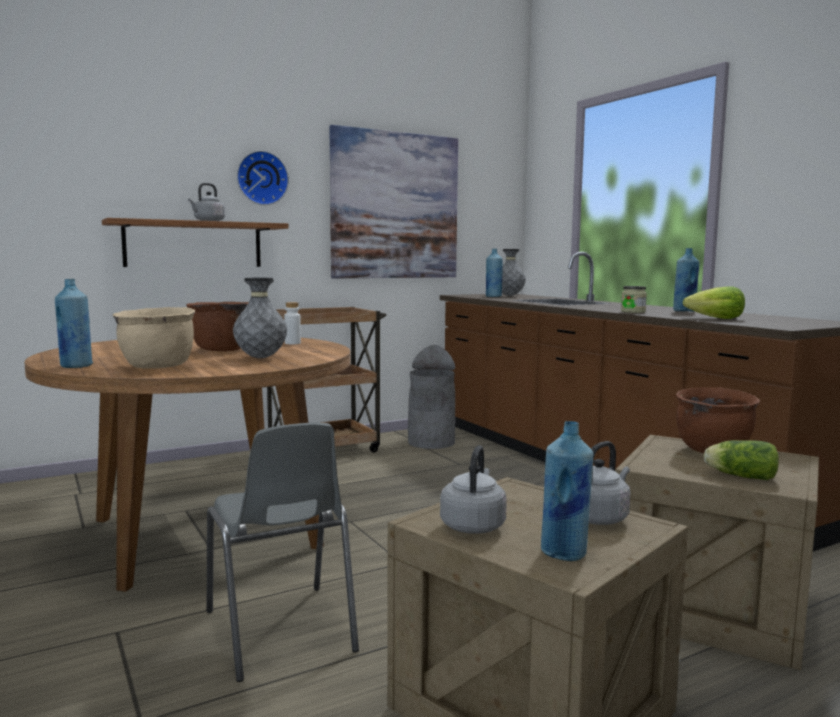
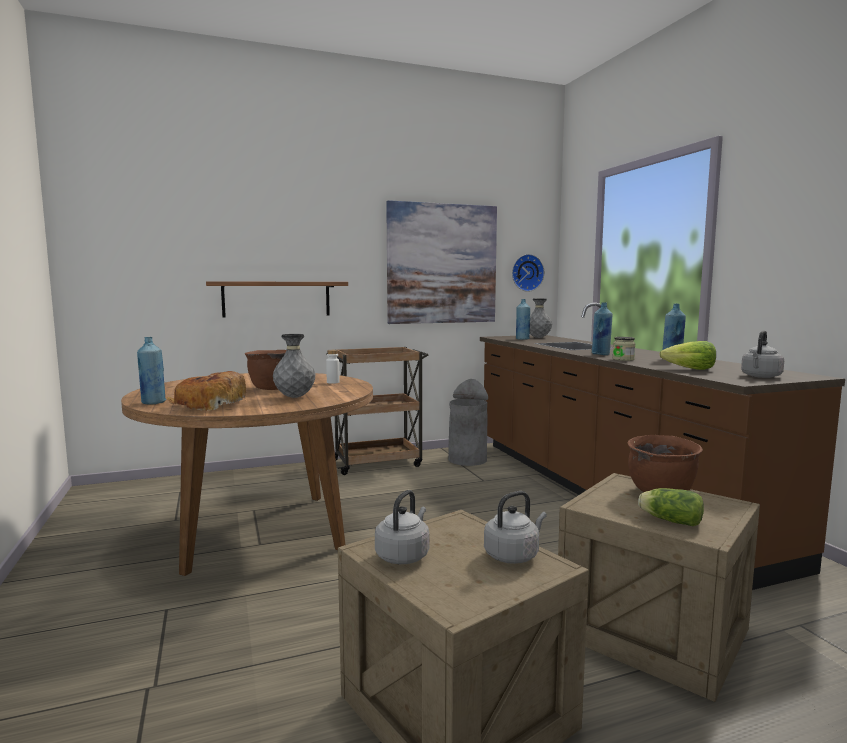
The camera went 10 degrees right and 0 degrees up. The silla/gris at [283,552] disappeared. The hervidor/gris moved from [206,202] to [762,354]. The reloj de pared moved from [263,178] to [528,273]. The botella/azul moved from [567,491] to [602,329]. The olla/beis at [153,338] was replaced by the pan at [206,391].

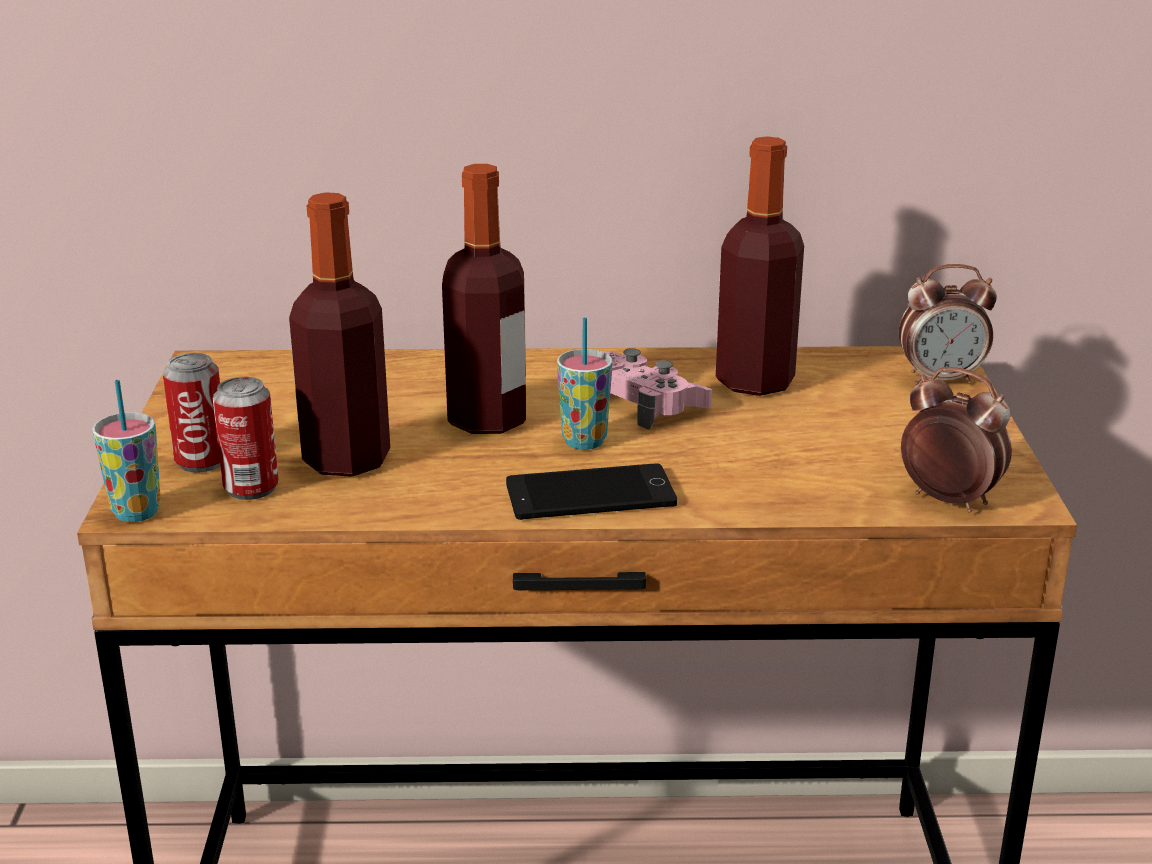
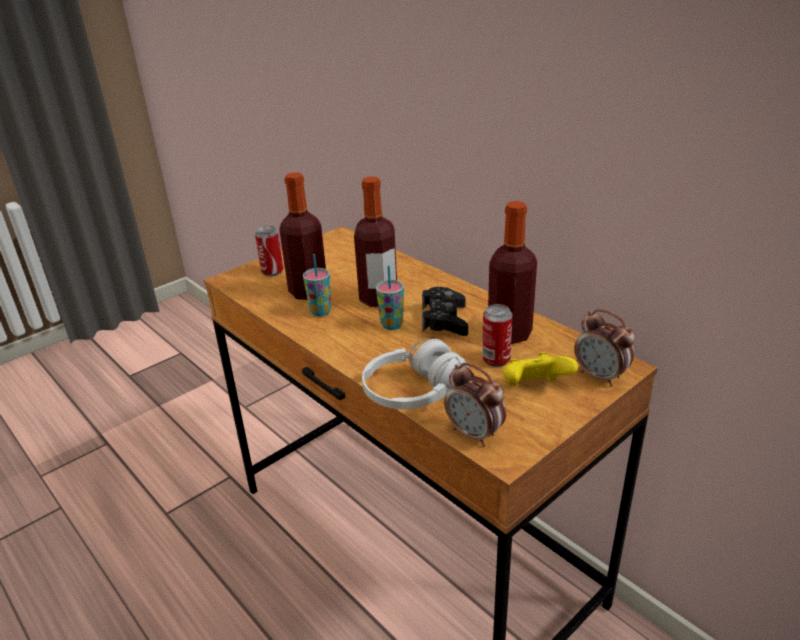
The camera went 50 degrees right and 5 degrees up. The móvil at [591,491] disappeared. The auriculares/blanco at [415,374] appeared. The mando de consola/amarillo at [540,369] appeared. The taza moved from [126,451] to [317,285]. The lata moved from [246,438] to [497,335]. The mando de consola/rosa at [657,389] became the mando de consola/negro at [445,311]. The despertador at [956,439] turned 135 degrees clockwise.

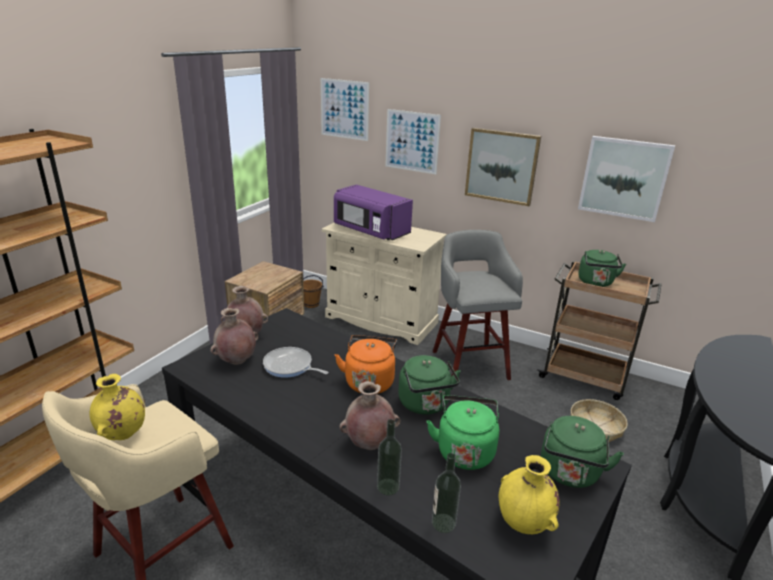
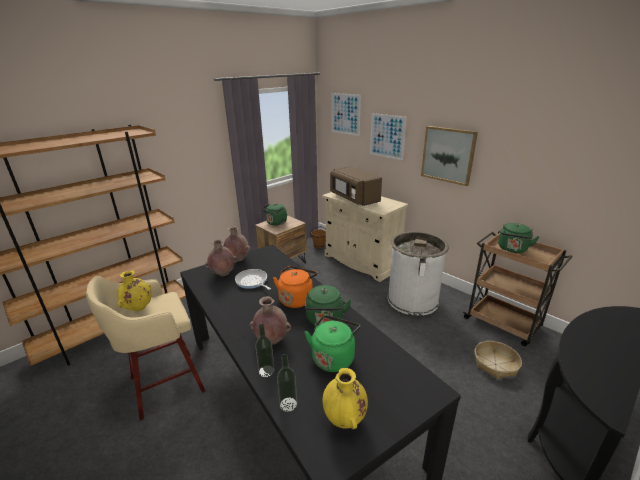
The camera went 20 degrees right and 0 degrees up. The cuadro at [626,179] disappeared. The hervidor/verde moved from [582,452] to [274,214]. The taburete/gris at [478,305] was replaced by the papelera/blanco at [418,273]. The microondas/morado at [373,212] became the microondas/marrón at [356,186].

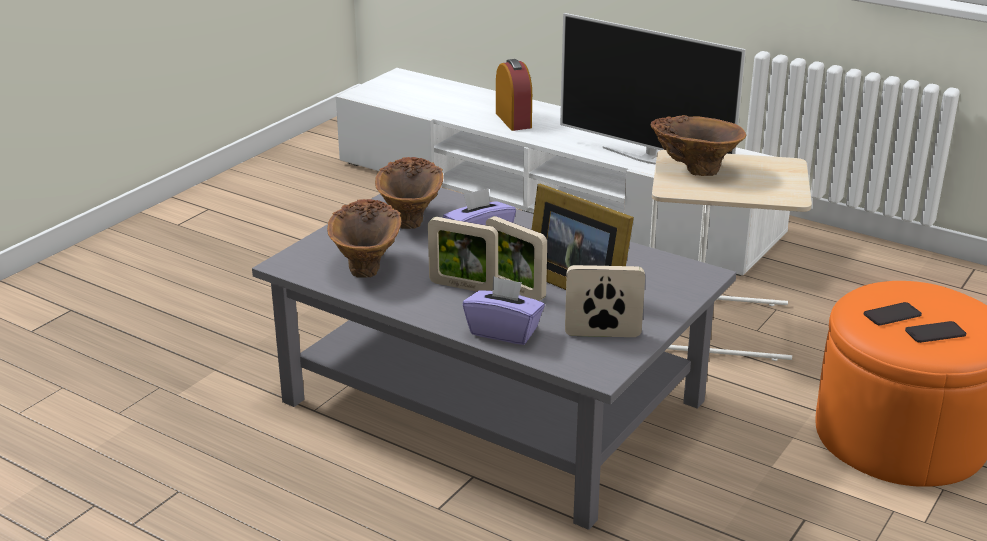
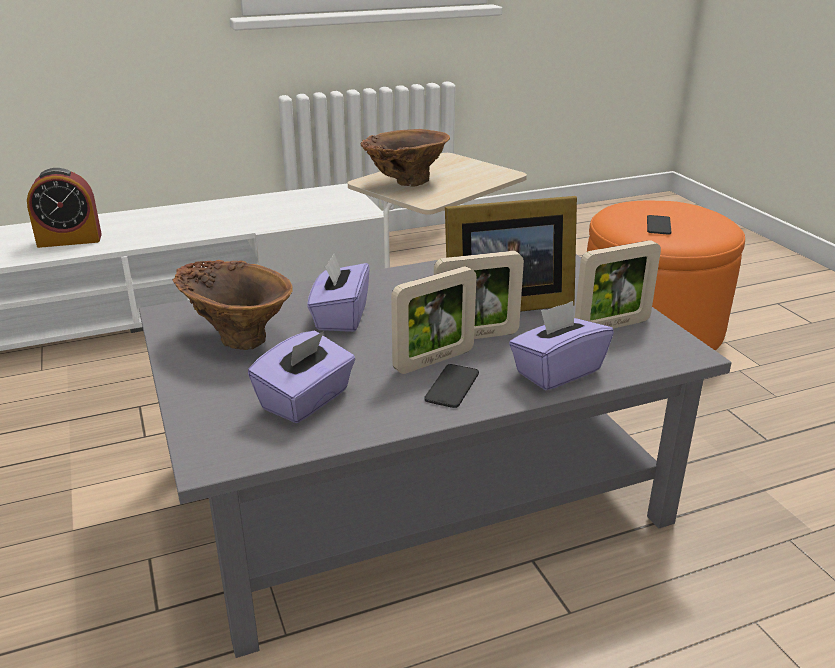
The camera went 55 degrees left and 0 degrees up. The televisor at [653,89] disappeared. The móvil moved from [935,332] to [451,386]. The florero/marrón at [364,238] was replaced by the caja de pañuelos/morado at [301,376]. The despertador at [514,95] turned 150 degrees clockwise. The portarretratos at [605,301] turned 150 degrees counterclockwise.

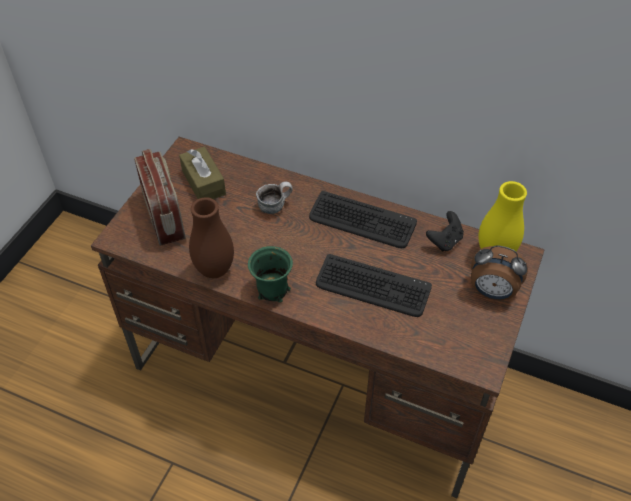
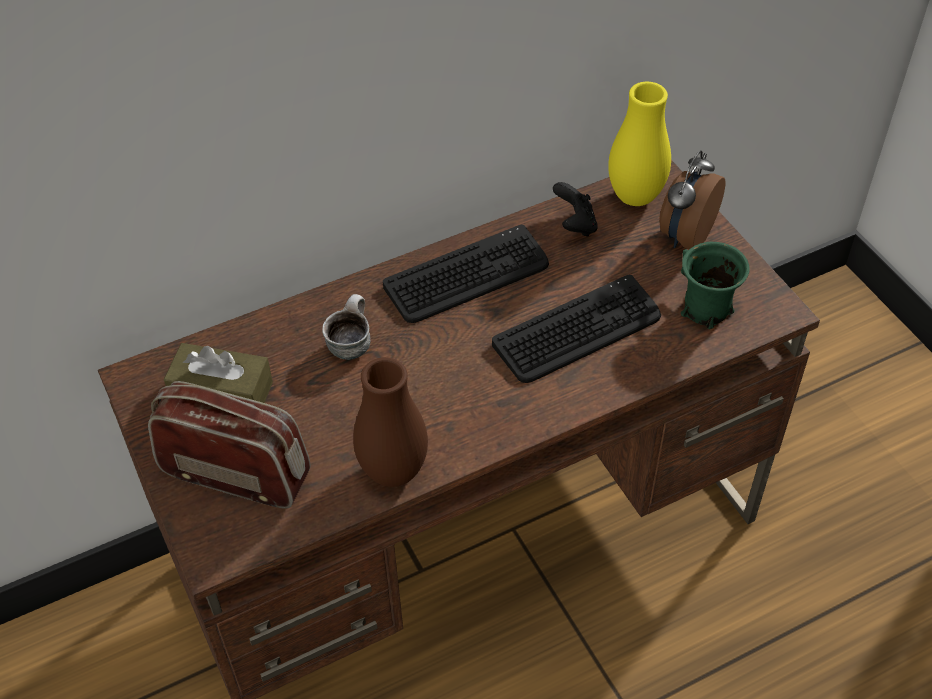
The camera went 50 degrees left and 0 degrees up. The taza grande/verde moved from [270,274] to [715,285]. The despertador at [499,272] turned 150 degrees clockwise.

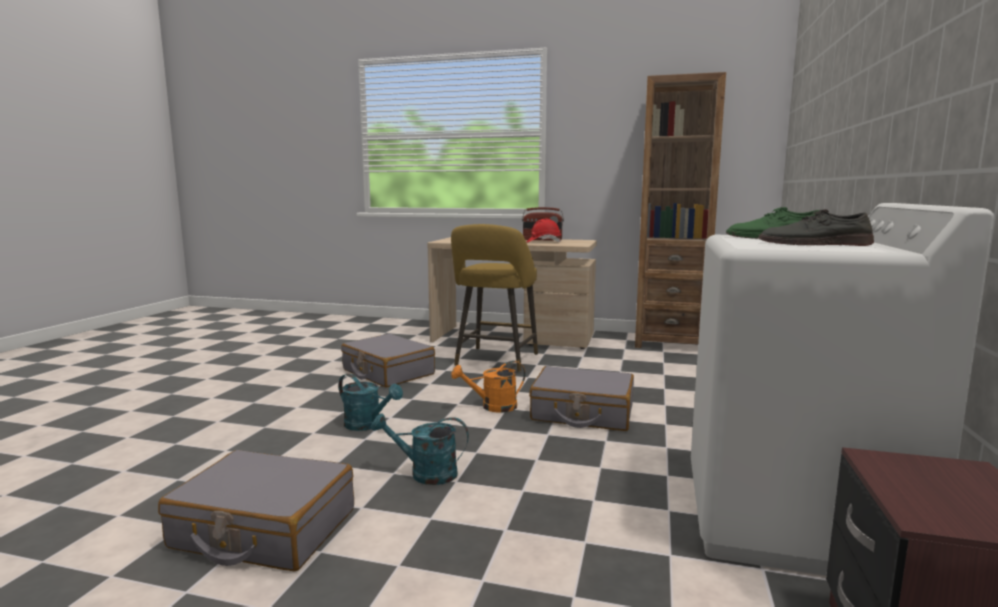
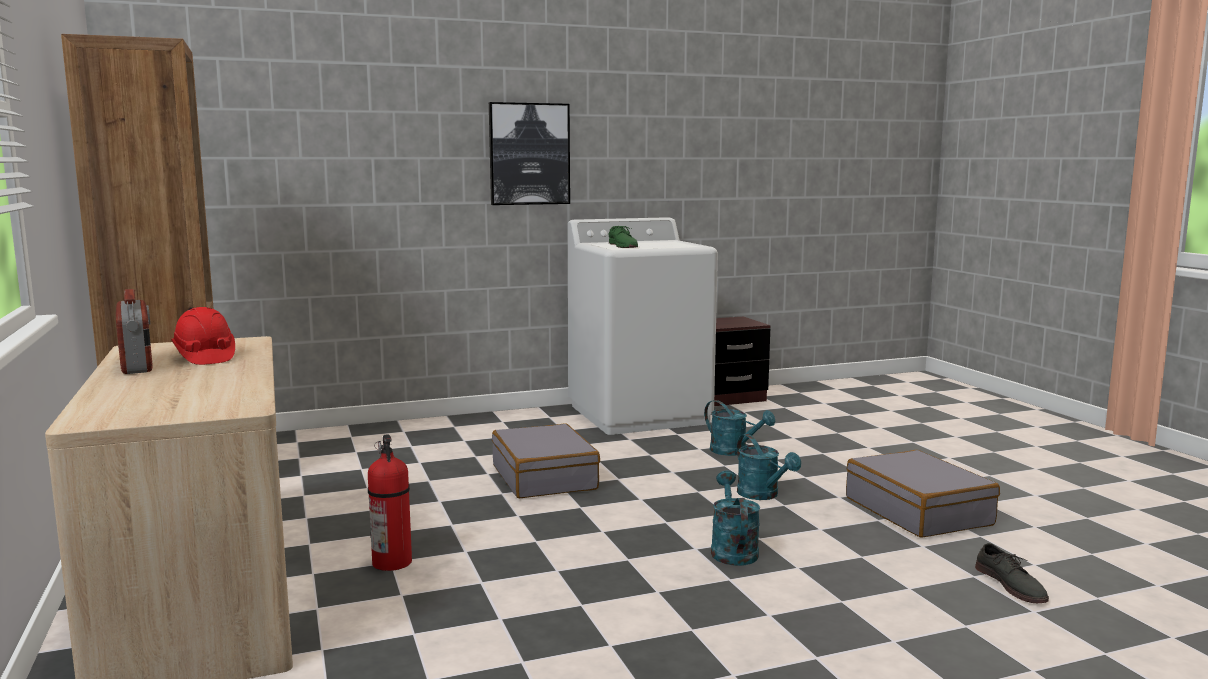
The camera went 125 degrees left and 0 degrees up. The maleta/gris at [388,361] disappeared. The regadera/naranja at [488,387] disappeared. The cuadro at [529,153] appeared. The regadera/turquesa at [739,428] appeared. The zapato/gris moved from [816,227] to [1012,573]. The taburete/amarillo at [494,298] was replaced by the extintor at [390,502].

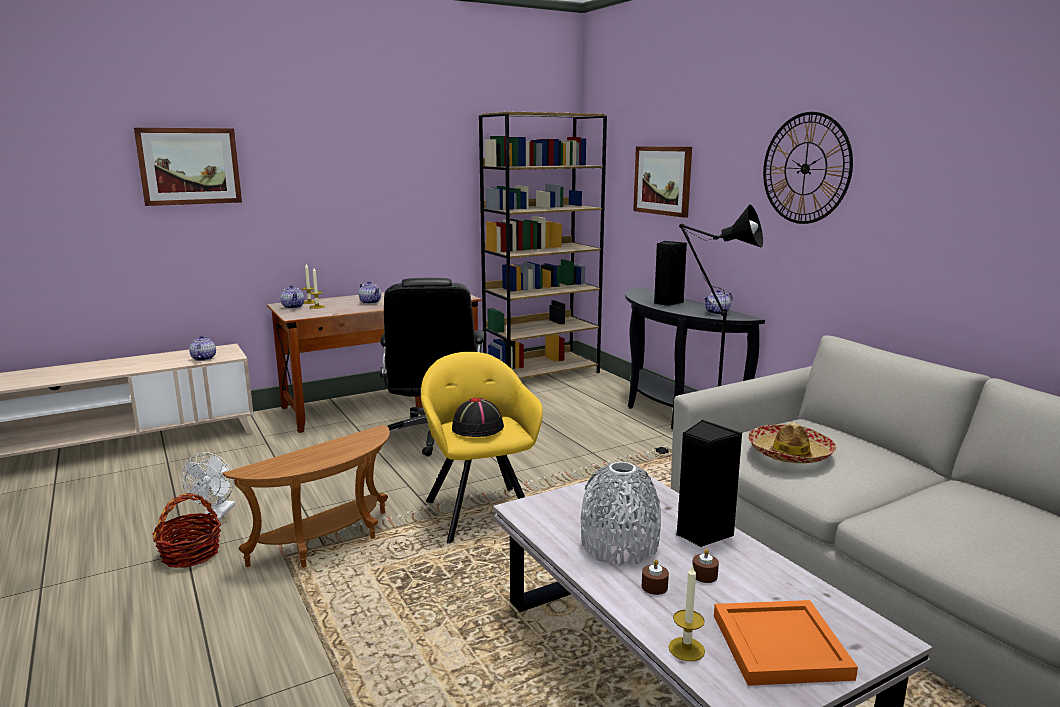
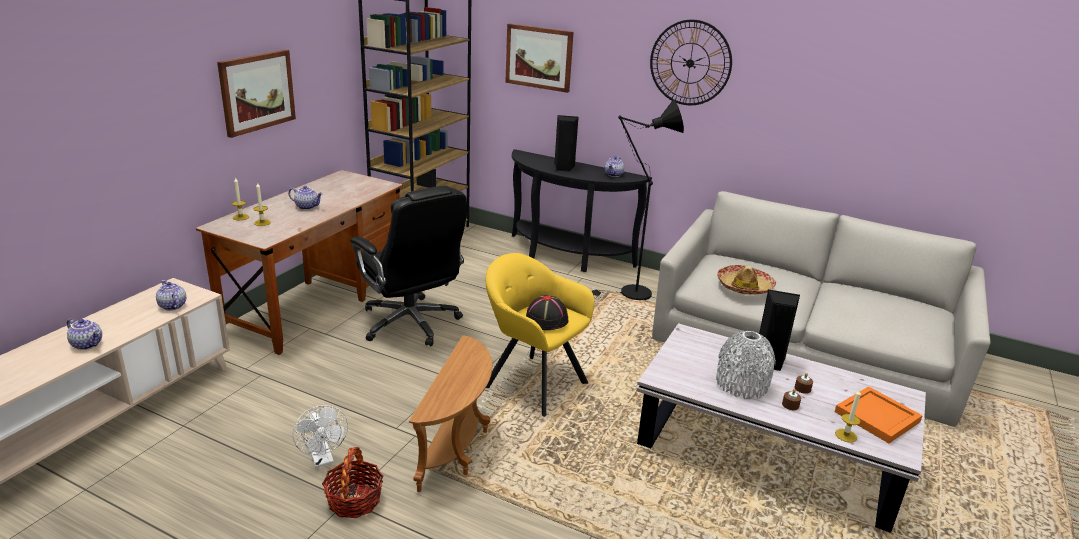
The camera went 35 degrees left and 10 degrees up. The cuadro moved from [188,167] to [256,94]. The tetera moved from [292,297] to [84,334].

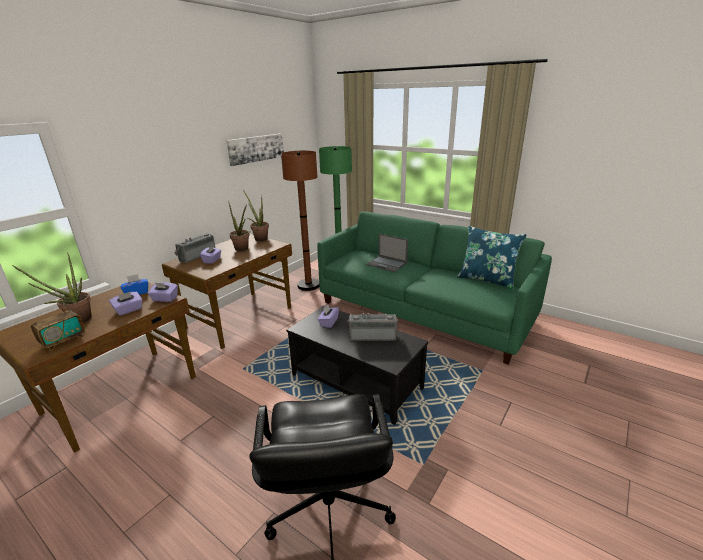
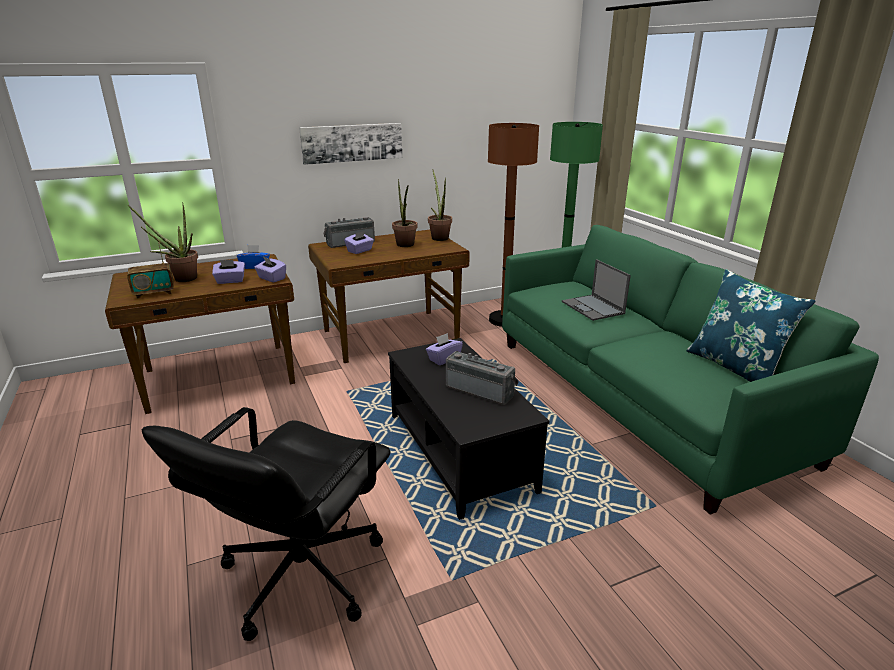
The camera went 30 degrees right and 0 degrees up. The cuadro moved from [255,150] to [350,144].

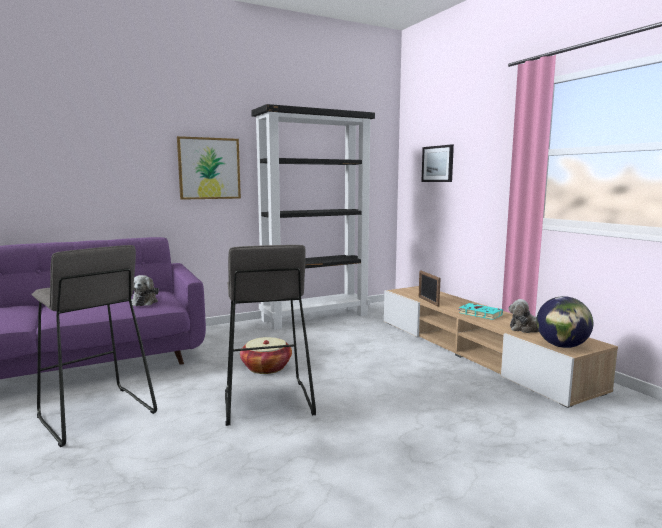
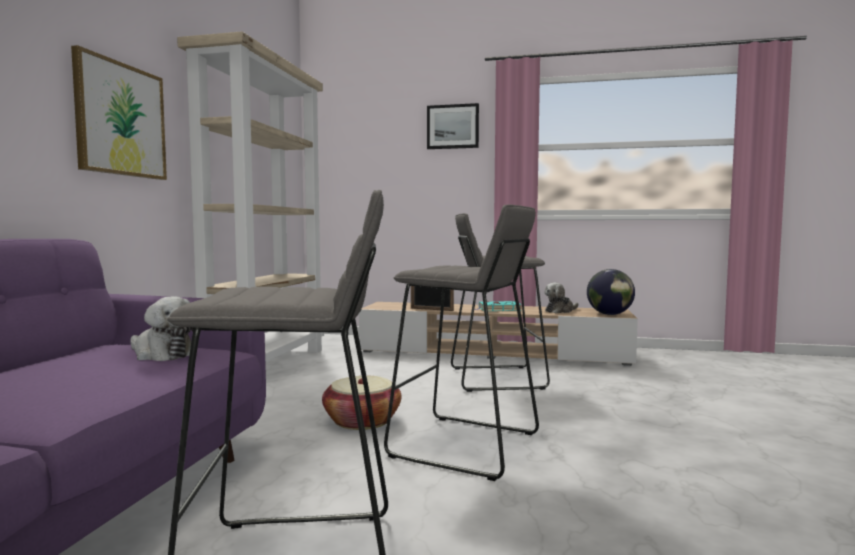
The camera went 50 degrees left and 5 degrees down. The taburete/gris at [500,302] appeared. The cuadro moved from [437,163] to [453,126]. The estantería/negro at [313,217] became the estantería/beis at [250,196].

